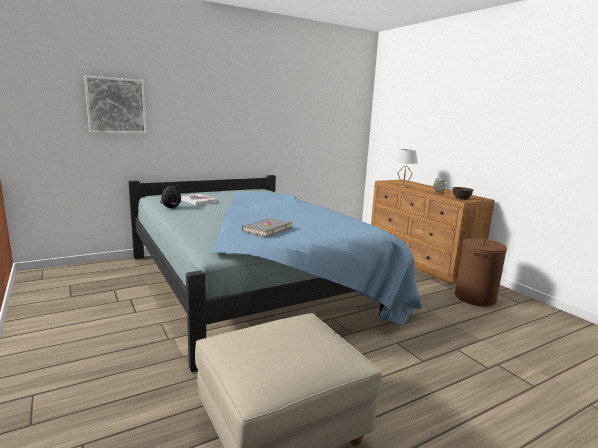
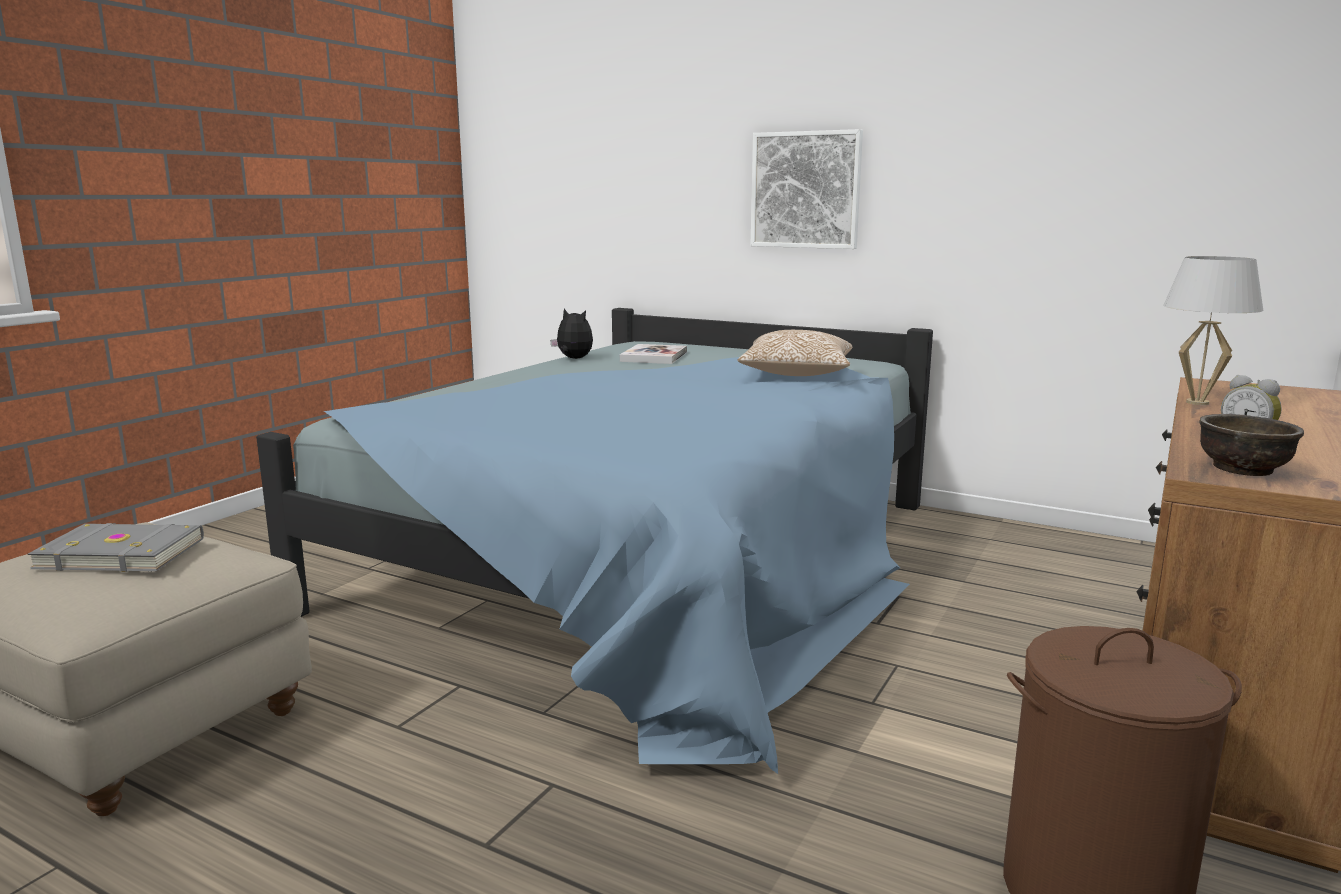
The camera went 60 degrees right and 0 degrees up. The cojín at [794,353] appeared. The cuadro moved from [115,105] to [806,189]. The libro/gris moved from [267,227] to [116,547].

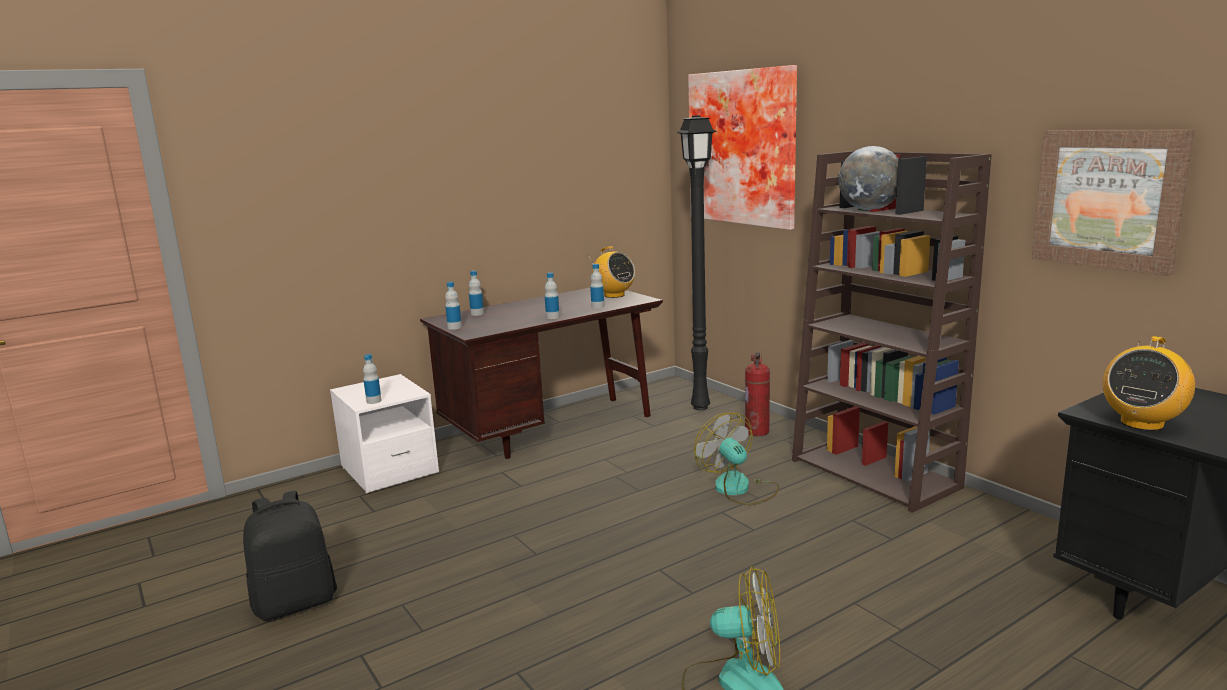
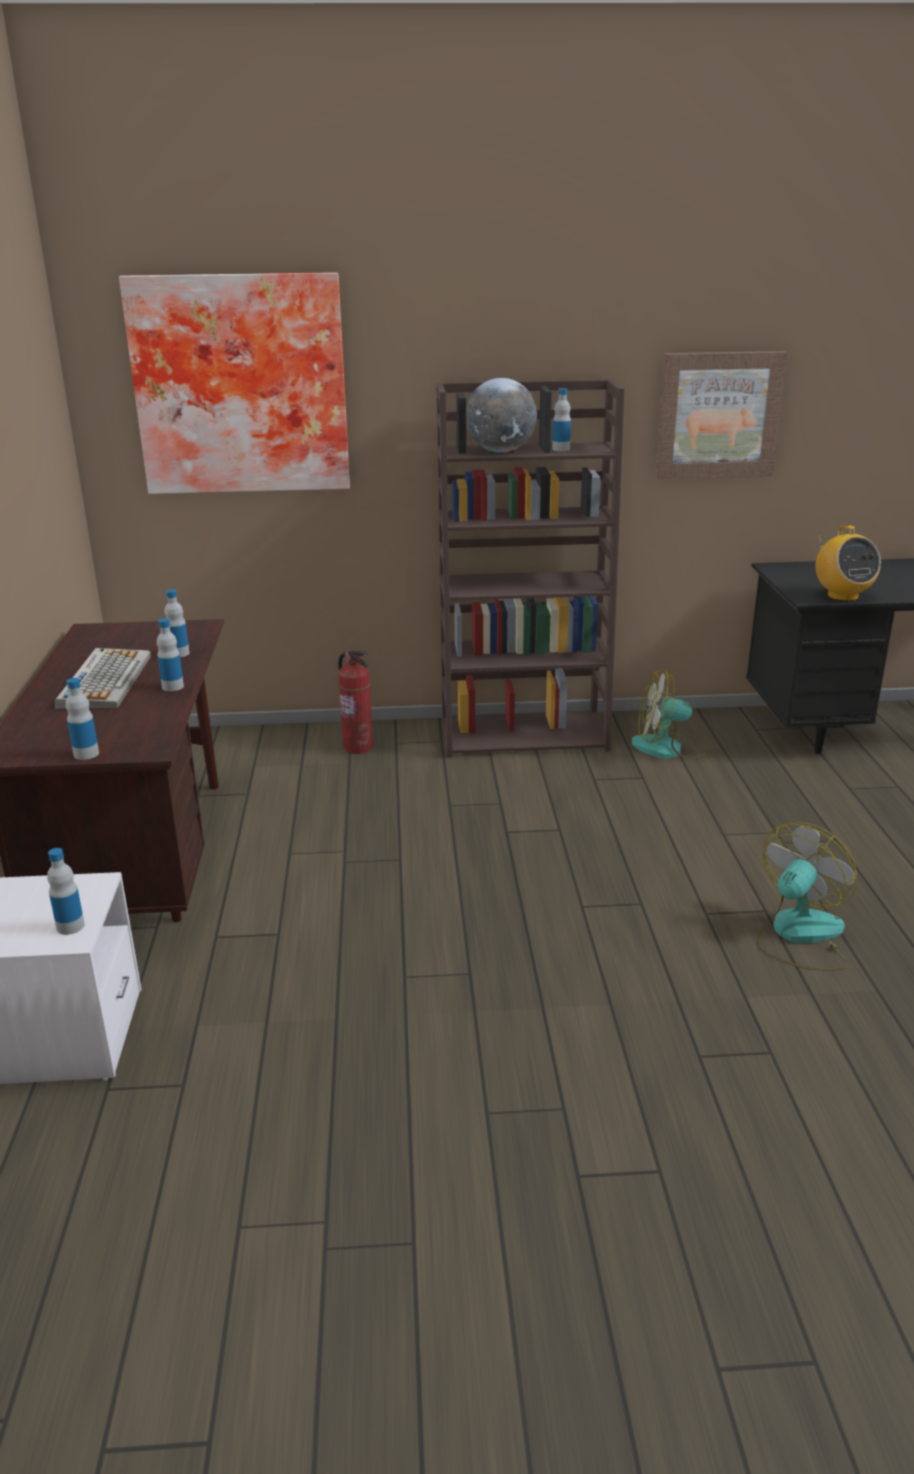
The camera went 60 degrees left and 10 degrees up. The mochila/negro at [290,556] disappeared. The radio at [612,272] disappeared. The lámpara de pie/negro at [696,262] disappeared. The teclado at [102,678] appeared. The botella moved from [476,293] to [561,419]. The ventilador moved from [736,459] to [670,714].

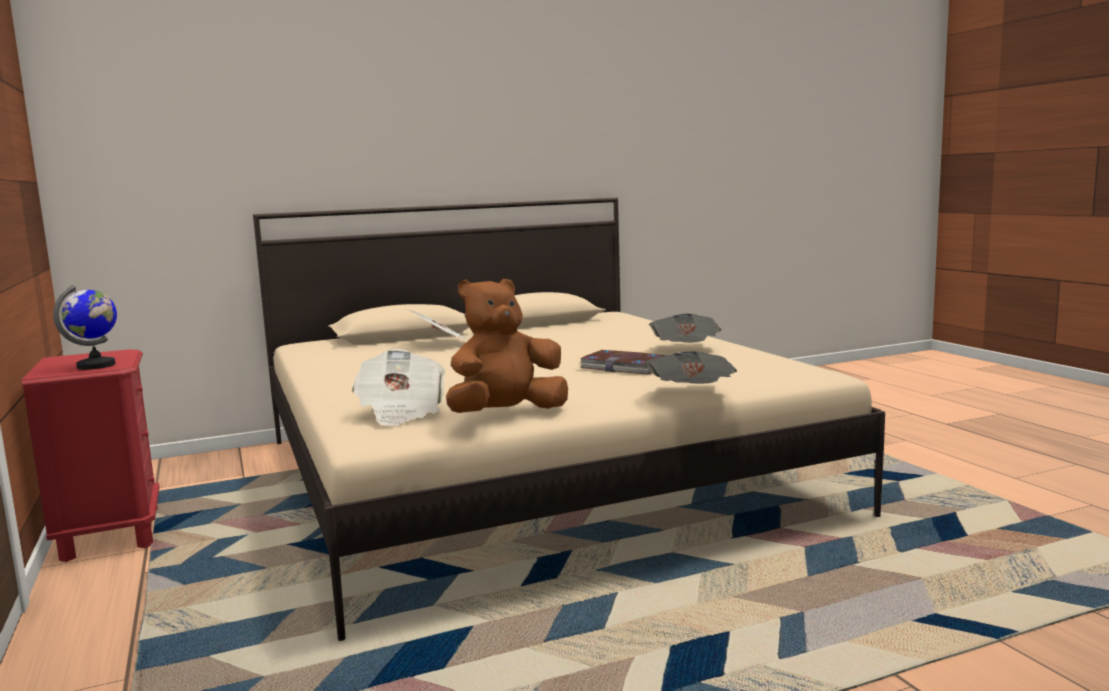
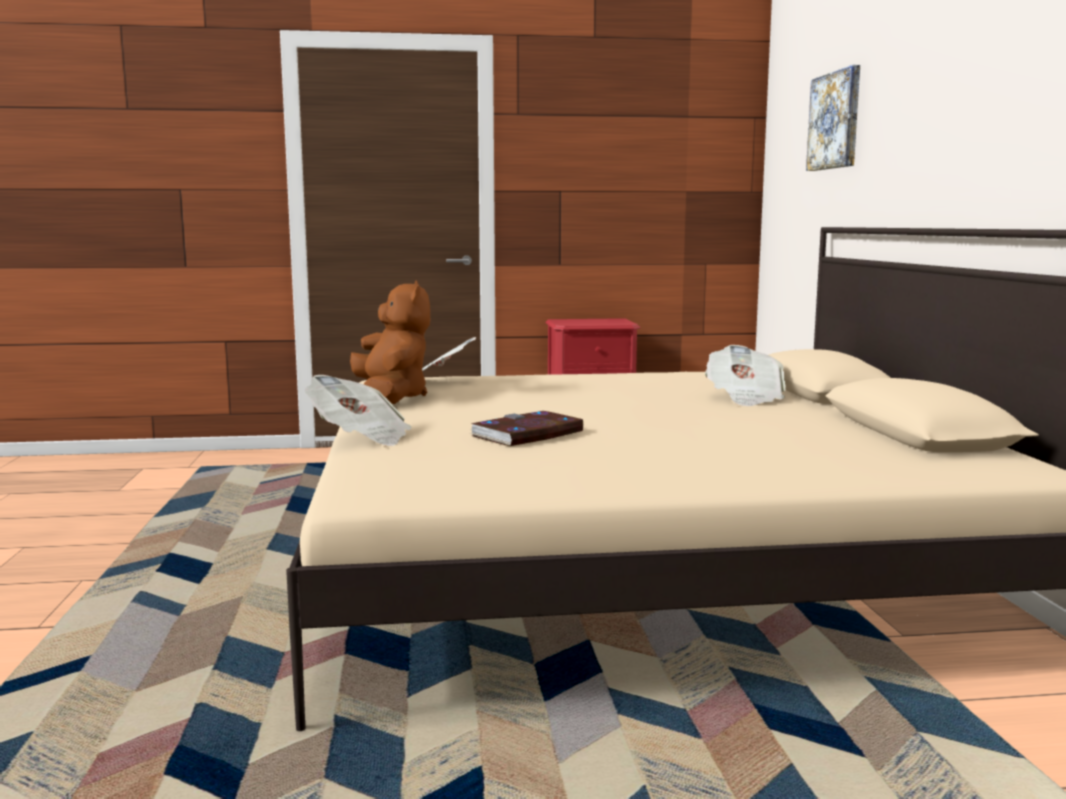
The camera went 105 degrees right and 0 degrees up. The globo terráqueo at [85,327] disappeared. The periódico at [685,328] disappeared. The cuadro at [833,118] appeared.

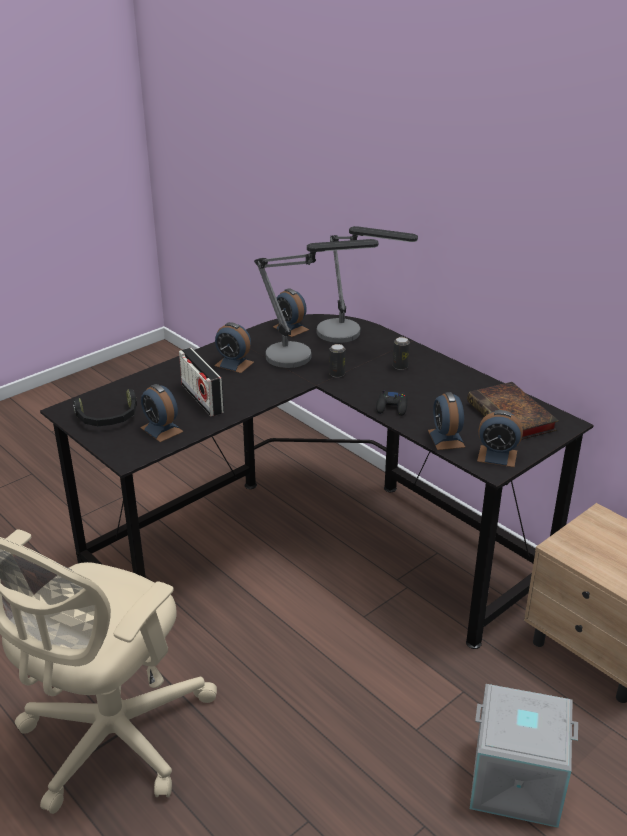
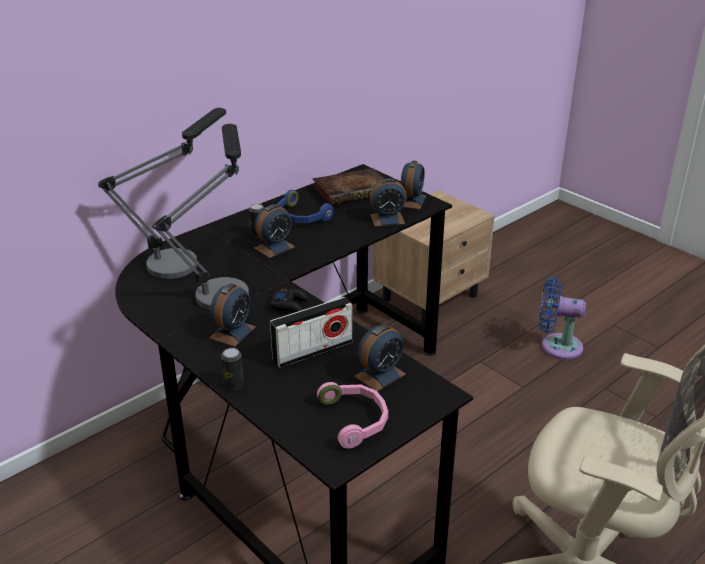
The camera went 90 degrees left and 0 degrees up. The auriculares/azul at [305,206] appeared. The despertador moved from [291,312] to [274,231]. The lata moved from [337,360] to [232,369]. The mando de consola/negro moved from [392,403] to [289,300]. The caja de almacenaje/gris at [524,756] was replaced by the ventilador/azul at [562,318]. The auriculares/negro at [105,407] became the auriculares/rosa at [352,415].

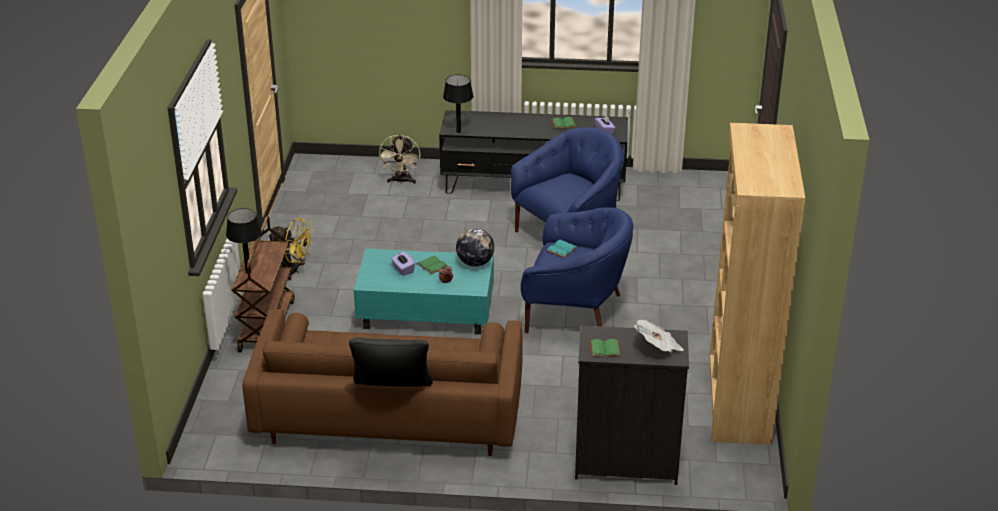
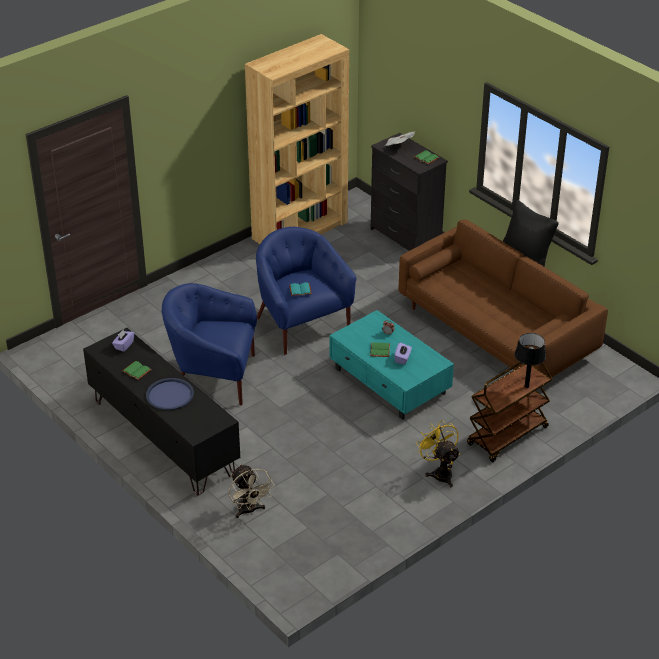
The camera went 135 degrees left and 5 degrees up. The lámpara de mesa/negro at [458,104] disappeared. The globo terráqueo at [475,247] disappeared. The bandeja/azul at [170,394] appeared. The ventilador/beis at [399,159] turned 105 degrees clockwise.

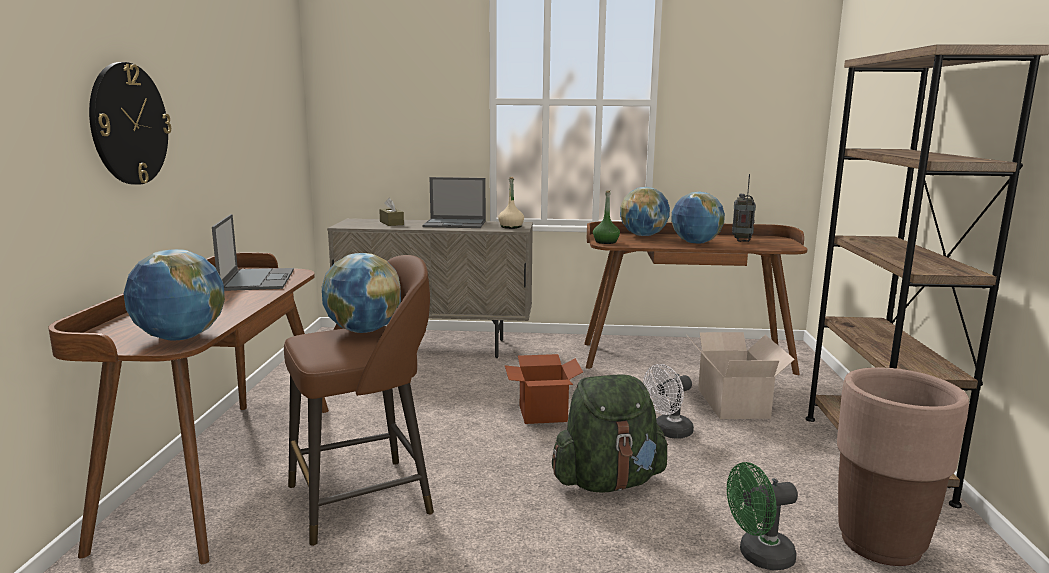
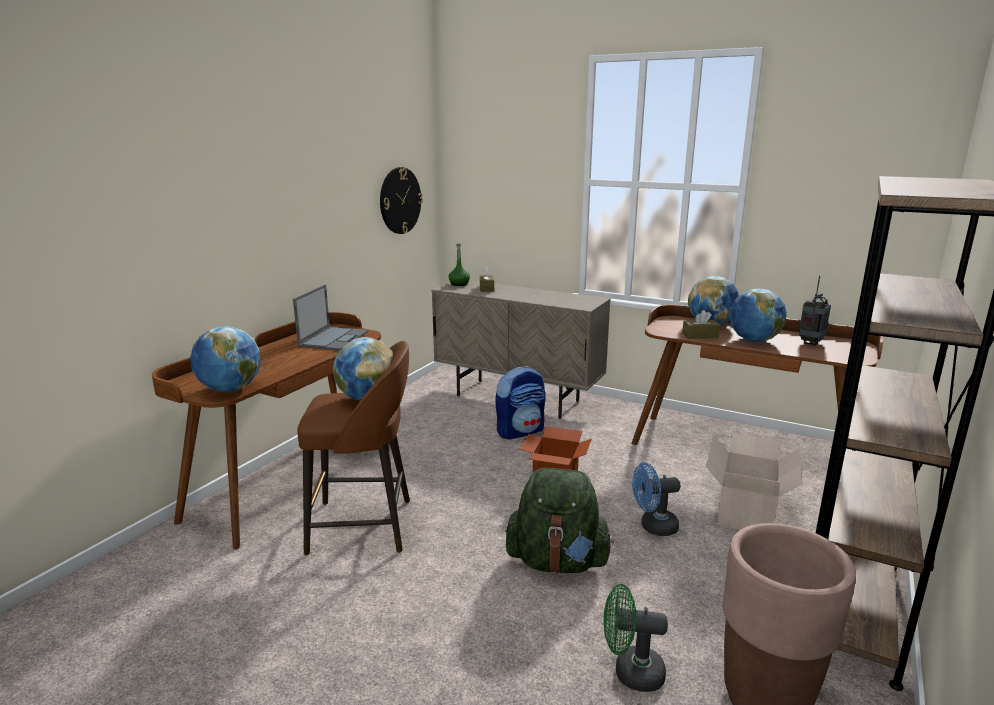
The camera went 25 degrees right and 5 degrees up. The portátil at [454,202] disappeared. The botella/beis at [511,203] disappeared. The mochila at [520,402] appeared. The caja de pañuelos/marrón at [701,324] appeared. The reloj de pared moved from [130,123] to [401,200]. The botella/verde moved from [606,217] to [459,264]. The ventilador/blanco at [668,401] became the ventilador/azul at [656,499].

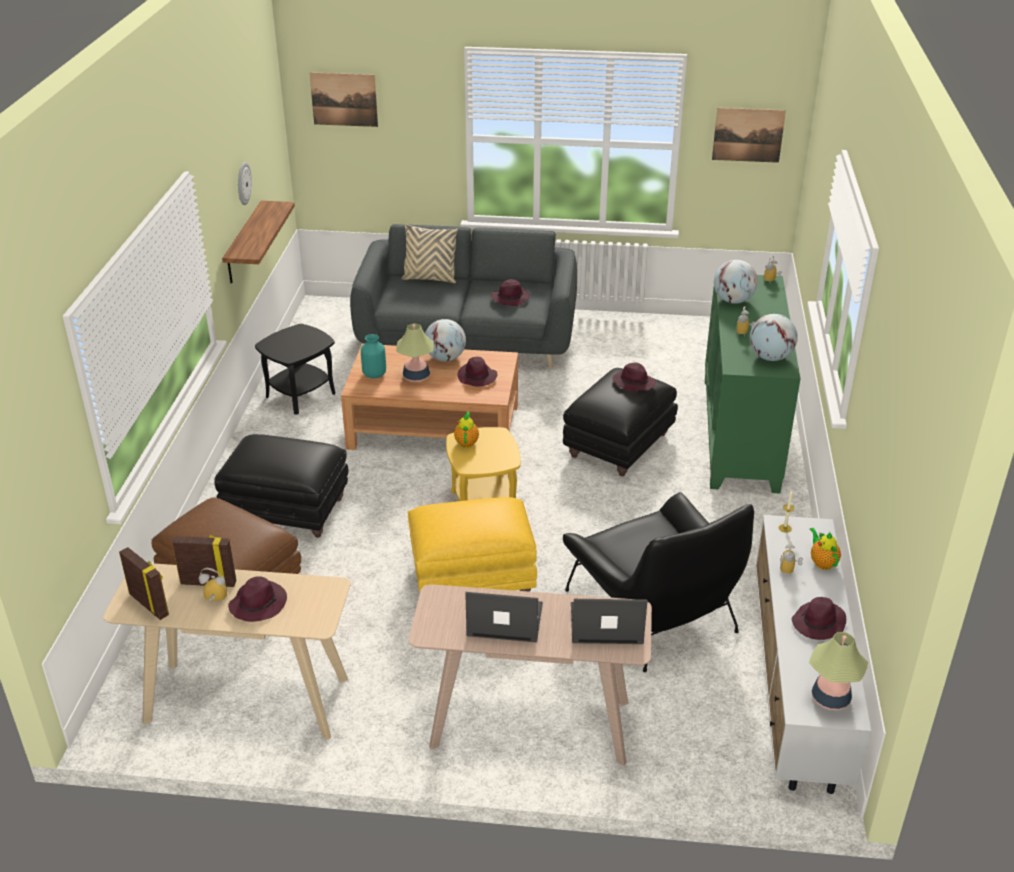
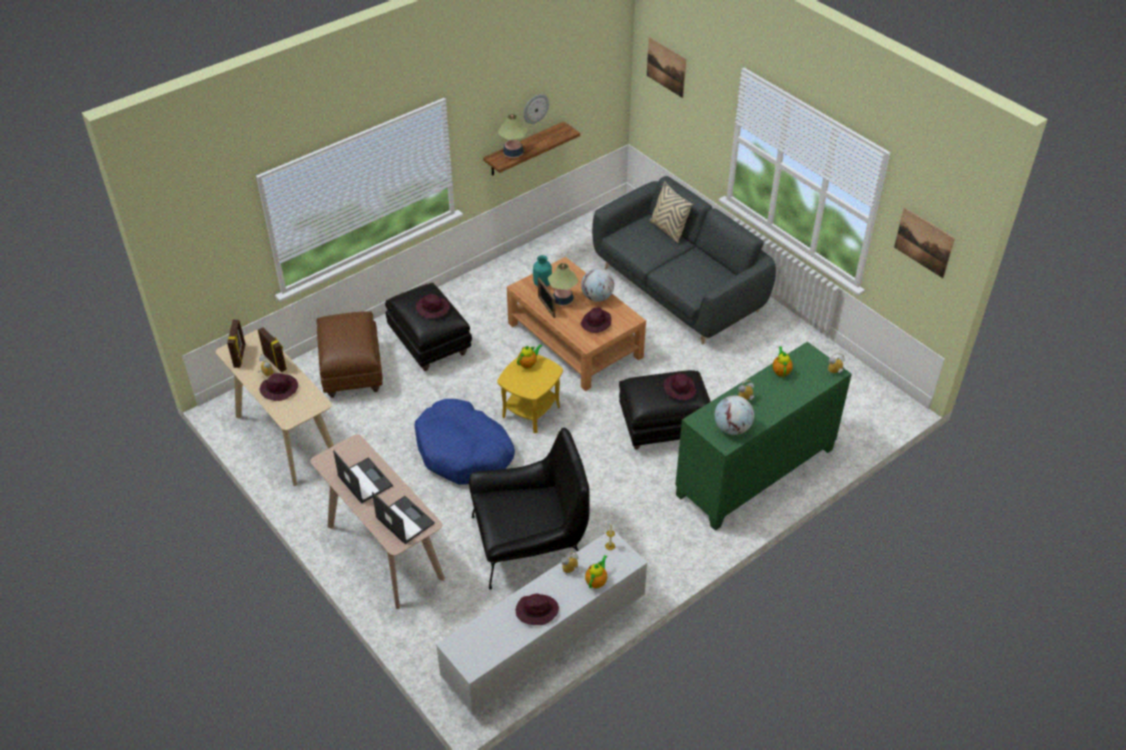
The camera went 45 degrees right and 10 degrees up. The mesa auxiliar/negro at [295,369] disappeared. The portarretratos at [547,297] appeared. The sombrero/morado moved from [510,292] to [433,306]. The lámpara de mesa moved from [838,671] to [513,136]. The puf/amarillo at [472,544] was replaced by the cama para perro/azul at [465,442]. The globo terráqueo at [736,282] was replaced by the tetera at [782,361]. The sillón/negro at [658,582] turned 120 degrees counterclockwise.

